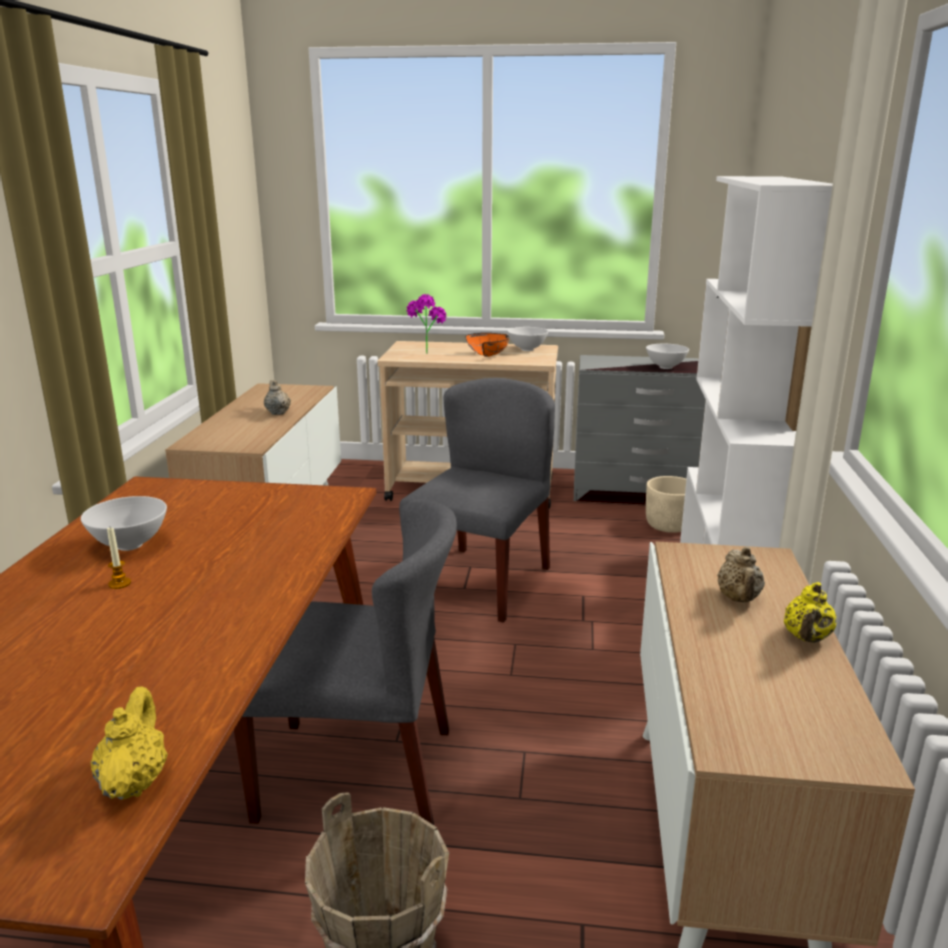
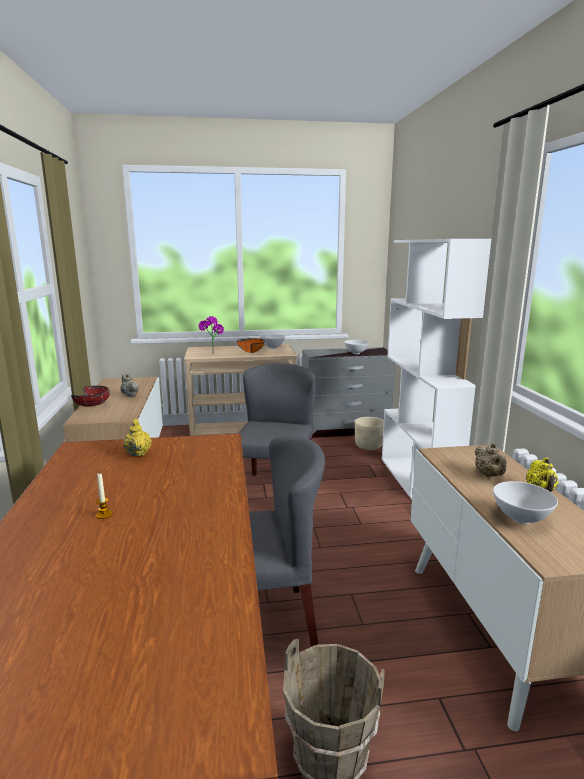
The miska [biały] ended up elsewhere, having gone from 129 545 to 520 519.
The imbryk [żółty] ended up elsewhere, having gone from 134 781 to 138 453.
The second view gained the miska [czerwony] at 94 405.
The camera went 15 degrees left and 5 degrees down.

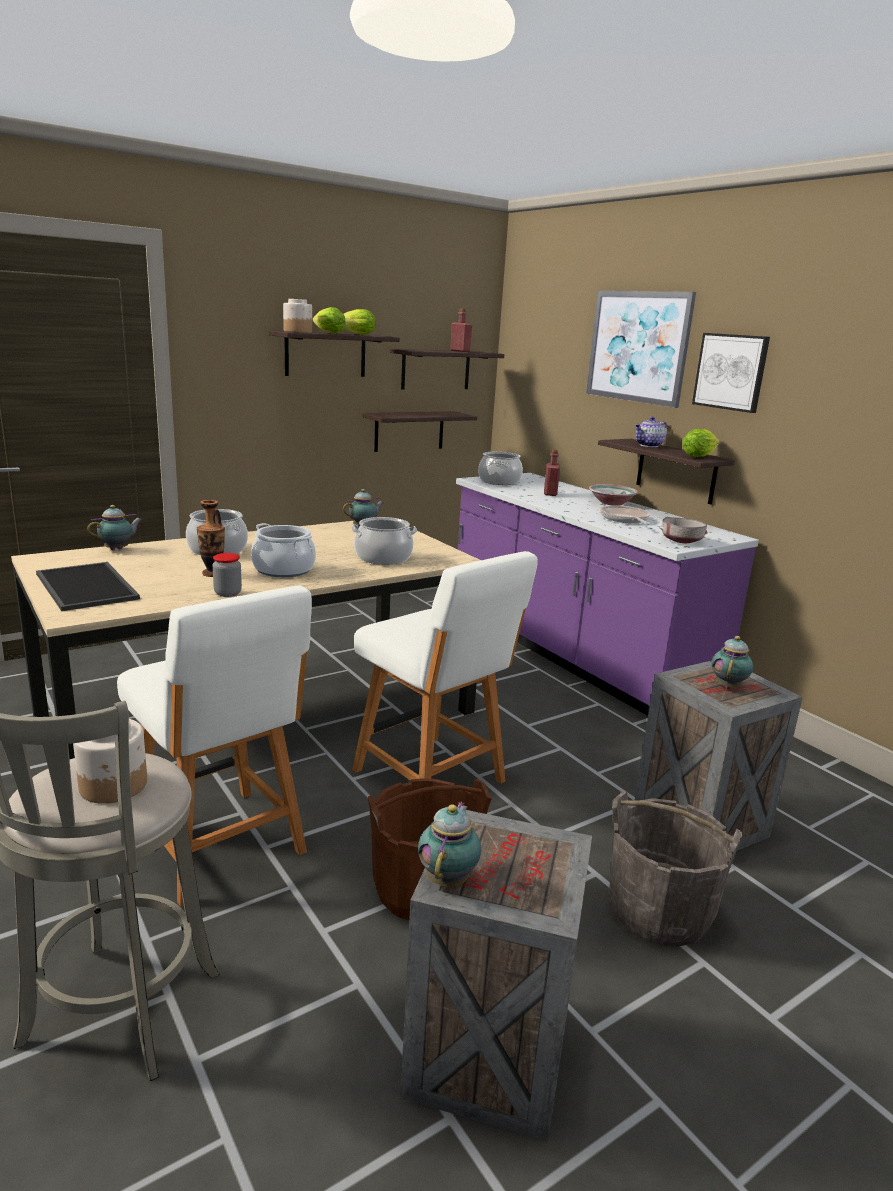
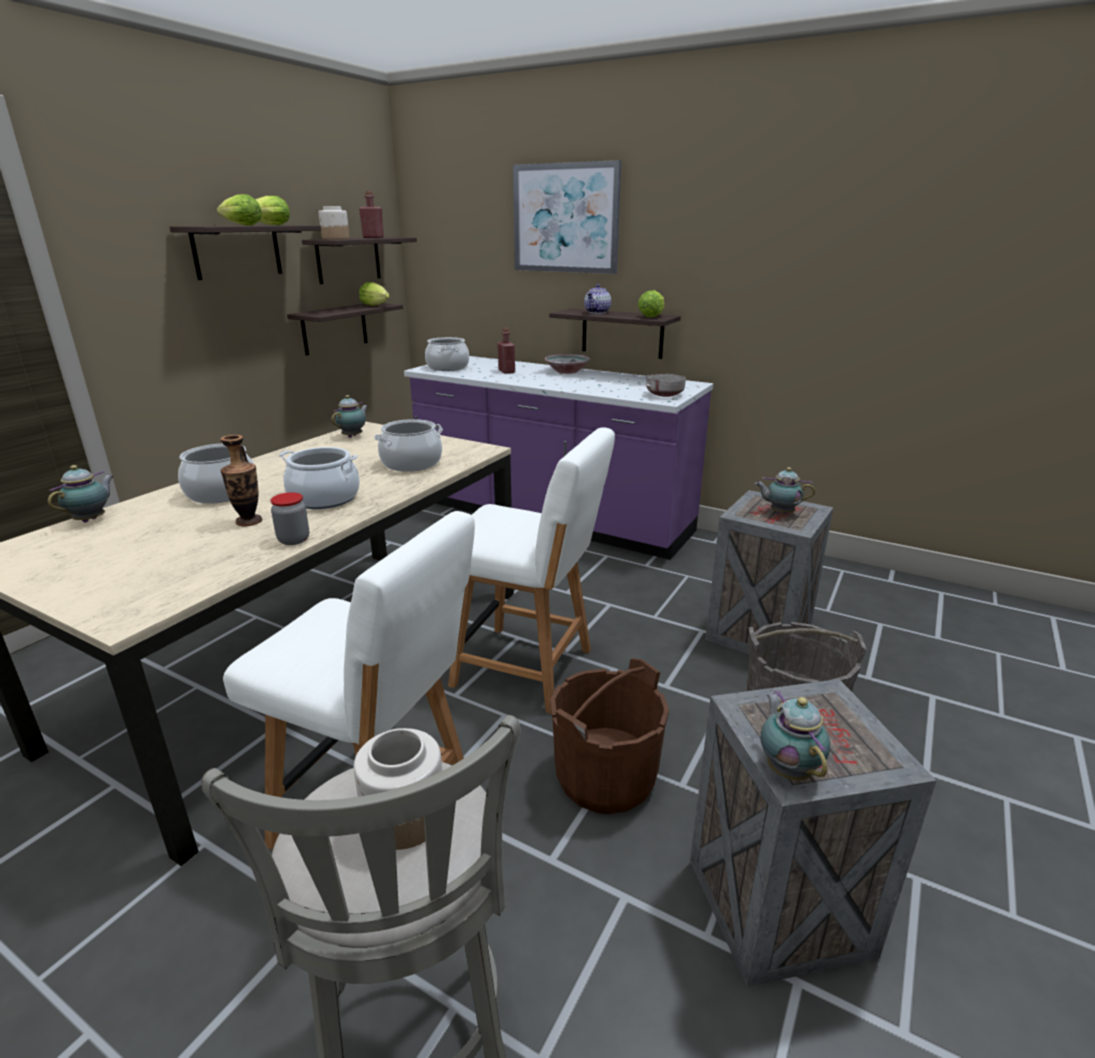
The słoik ended up elsewhere, having gone from 297 332 to 335 238.
The second view lost the obraz at 731 372.
The second view lost the patelnia at 625 519.
The second view lost the taca at 84 586.
The imbryk at 728 686 ended up facing another way, 75 degrees counterclockwise from before.
The second view gained the sałata at 376 306.
The camera went 25 degrees left and 5 degrees up.

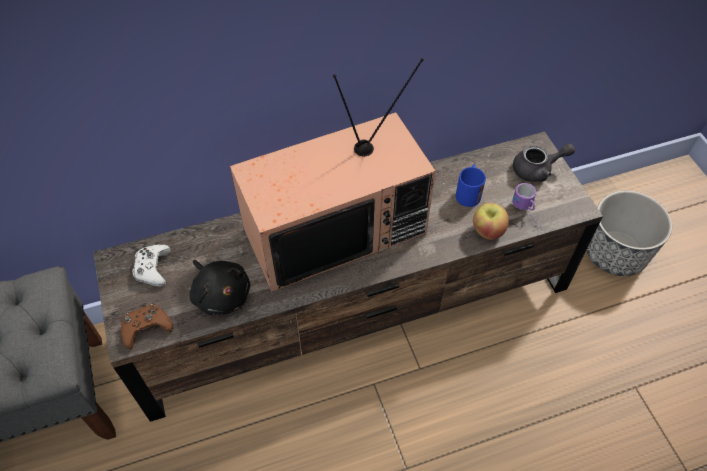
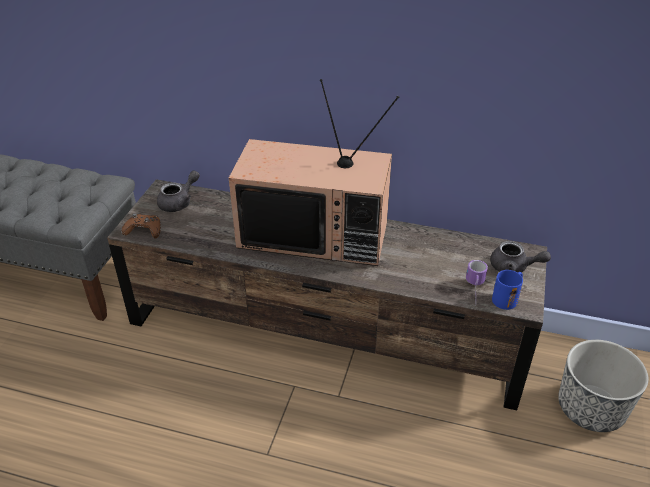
The kubek [niebieski] ended up elsewhere, having gone from 468 192 to 507 298.
The second view lost the jabłko at 487 231.
Where the pad do gier [biały] stood at 153 268, the imbryk [szary] came to stand at 179 202.
The second view lost the pluszak [czarny] at 221 294.
The camera went 35 degrees right and 15 degrees down.

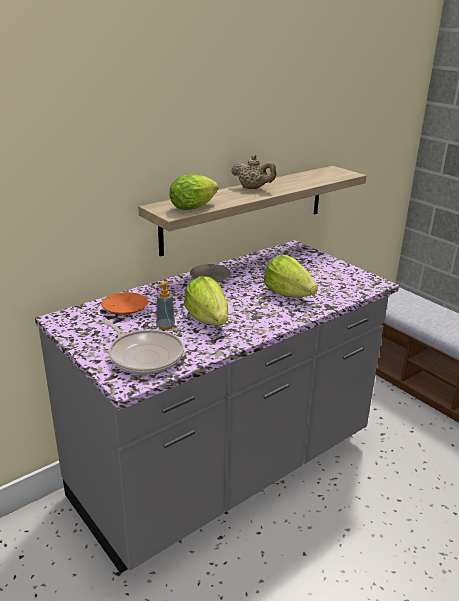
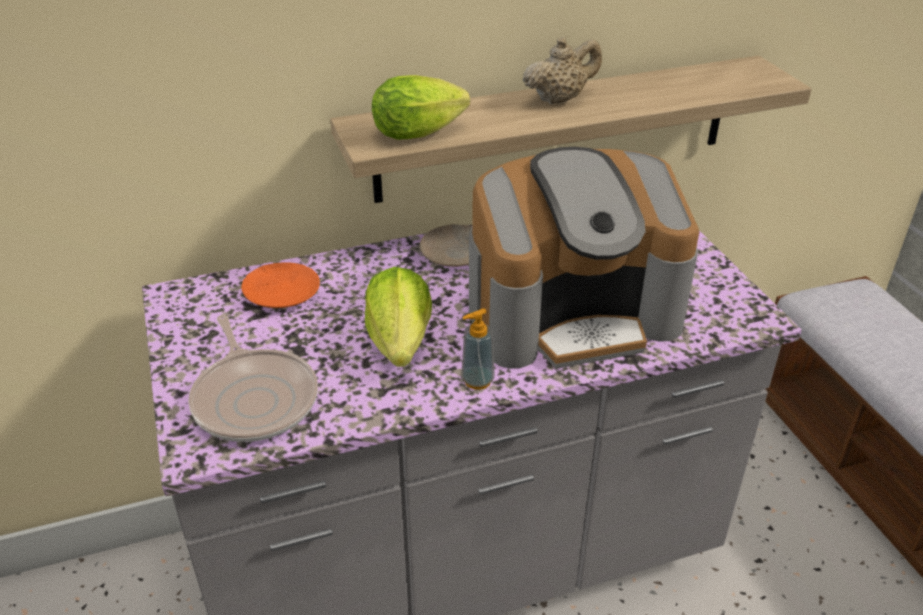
The imbryk [beżowy] at 253 188 ended up facing another way, 75 degrees counterclockwise from before.
Where the sałata stood at 288 294, the ekspres do kawy came to stand at 572 312.
The dozownik mydła ended up elsewhere, having gone from 165 326 to 477 380.
The camera went 20 degrees right and 10 degrees up.

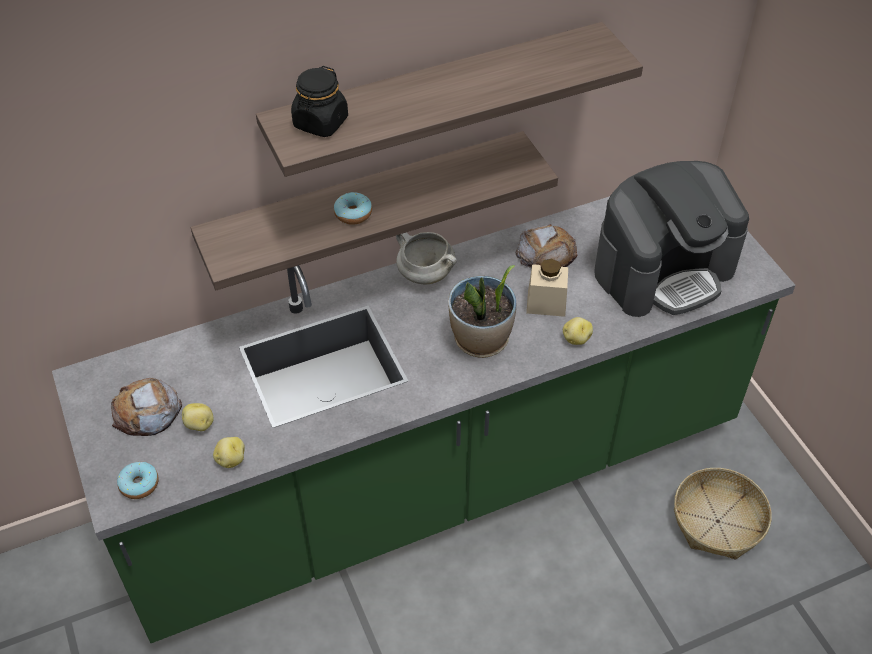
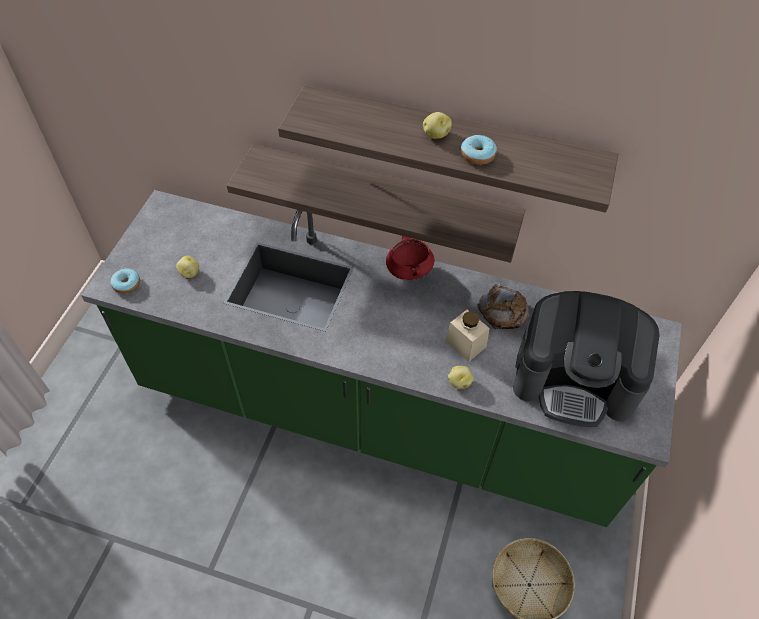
The second view lost the słoik [czarny] at 320 123.
The donut ended up elsewhere, having gone from 353 214 to 477 155.
What was the garnek [biały] at 424 274 turned into the garnek [czerwony] at 408 271.
The second view lost the roślina doniczkowa at 481 340.
The second view lost the chleb at 146 412.
The ziemniak ended up elsewhere, having gone from 230 459 to 435 134.
The camera went 40 degrees right and 5 degrees up.

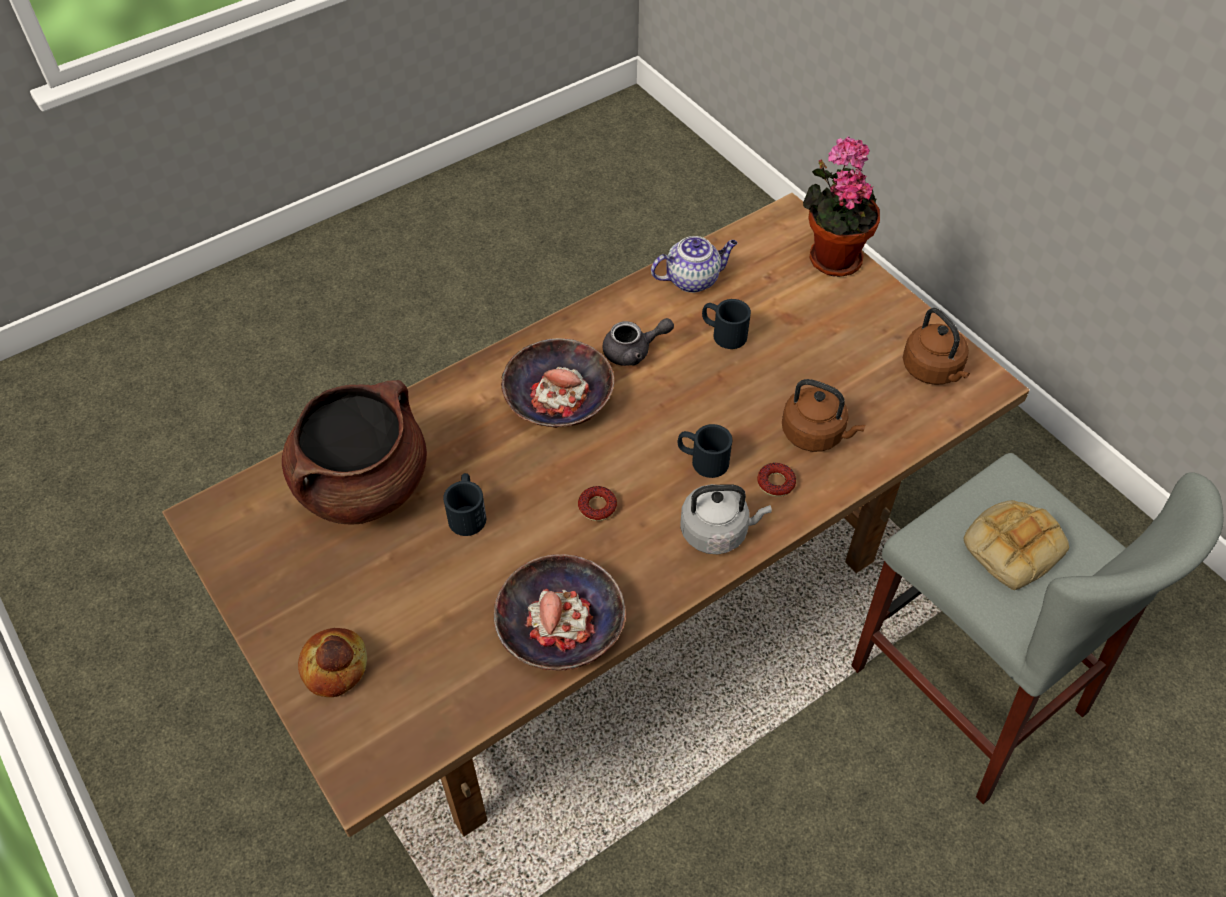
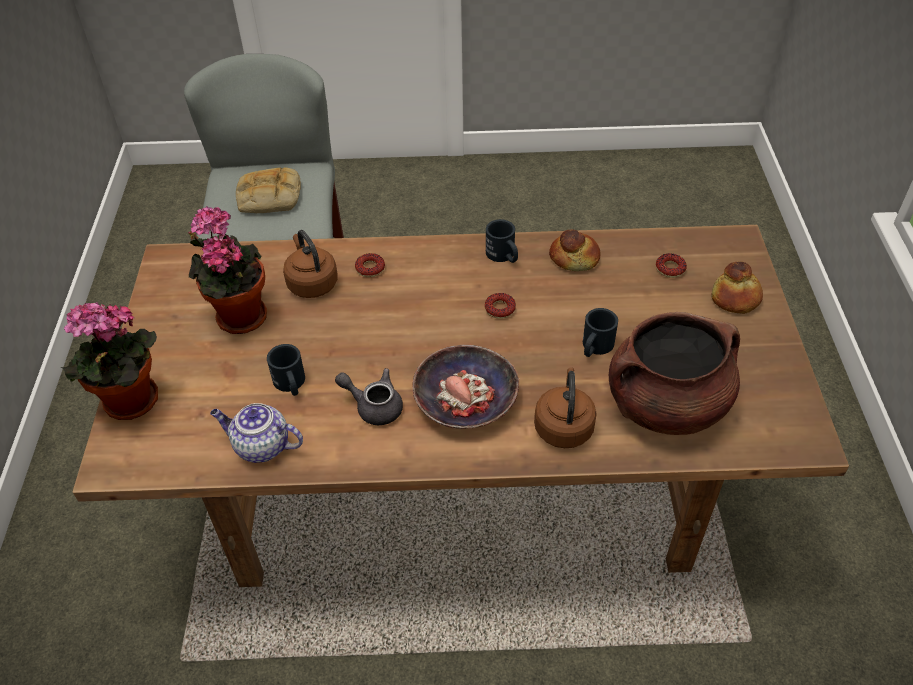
The czajnik [brązowy] ended up elsewhere, having gone from 933 370 to 563 426.
The kubek [czarny] ended up elsewhere, having gone from 702 460 to 503 256.
The second view lost the czajnik [szary] at 717 531.
Where the miska stood at 561 624, the chleb came to stand at 574 257.
The second view gained the roślina doniczkowa at 238 314.
The second view gained the donut at 670 268.
The camera went 145 degrees left and 5 degrees down.

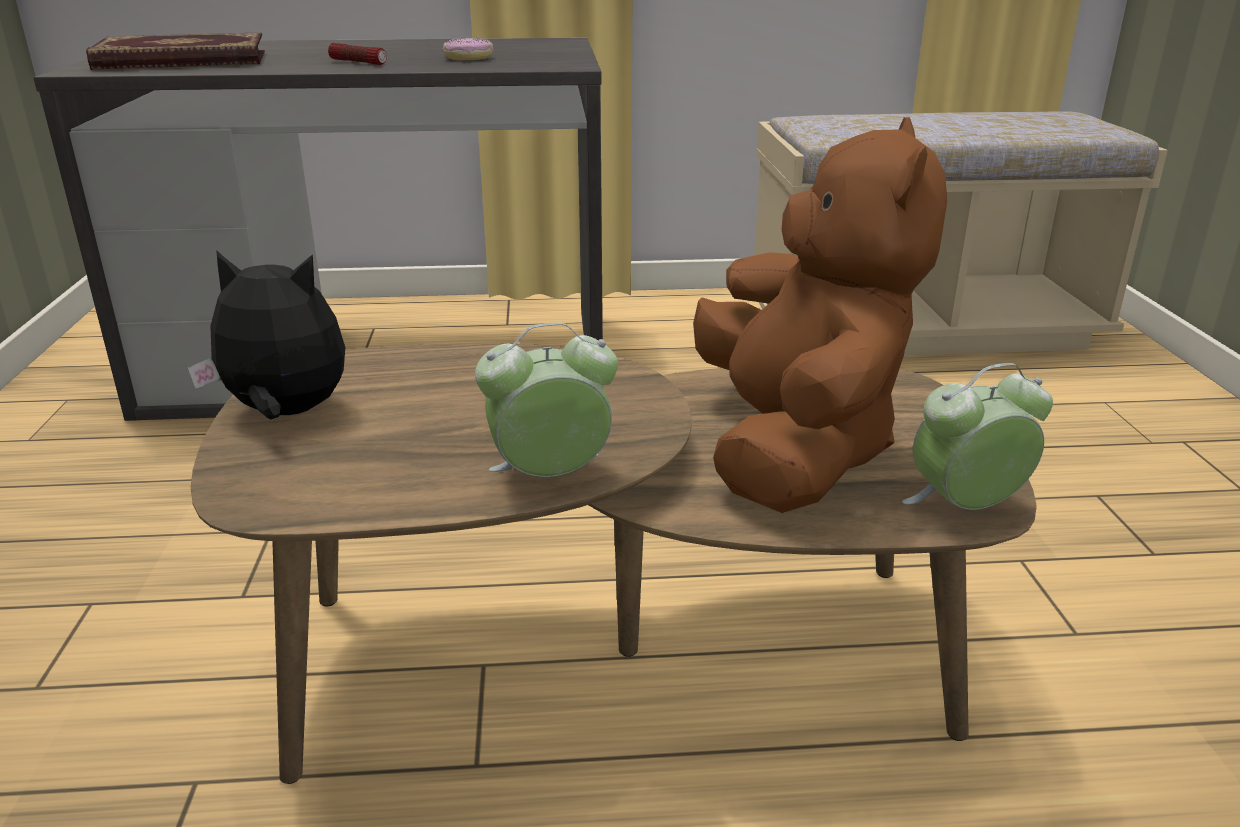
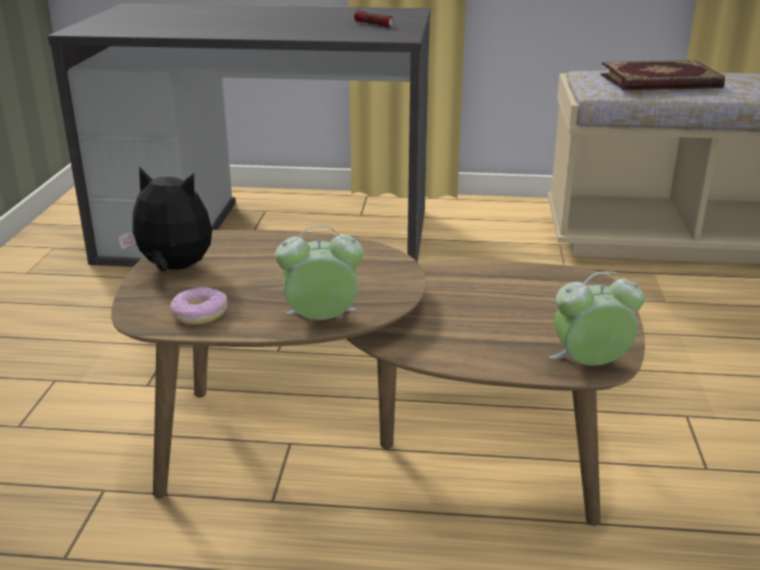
The książka ended up elsewhere, having gone from 183 61 to 660 82.
The donut ended up elsewhere, having gone from 468 58 to 199 314.
The latarka ended up elsewhere, having gone from 358 62 to 374 24.
The second view lost the pluszak [brązowy] at 793 449.
The camera went 10 degrees right and 0 degrees up.

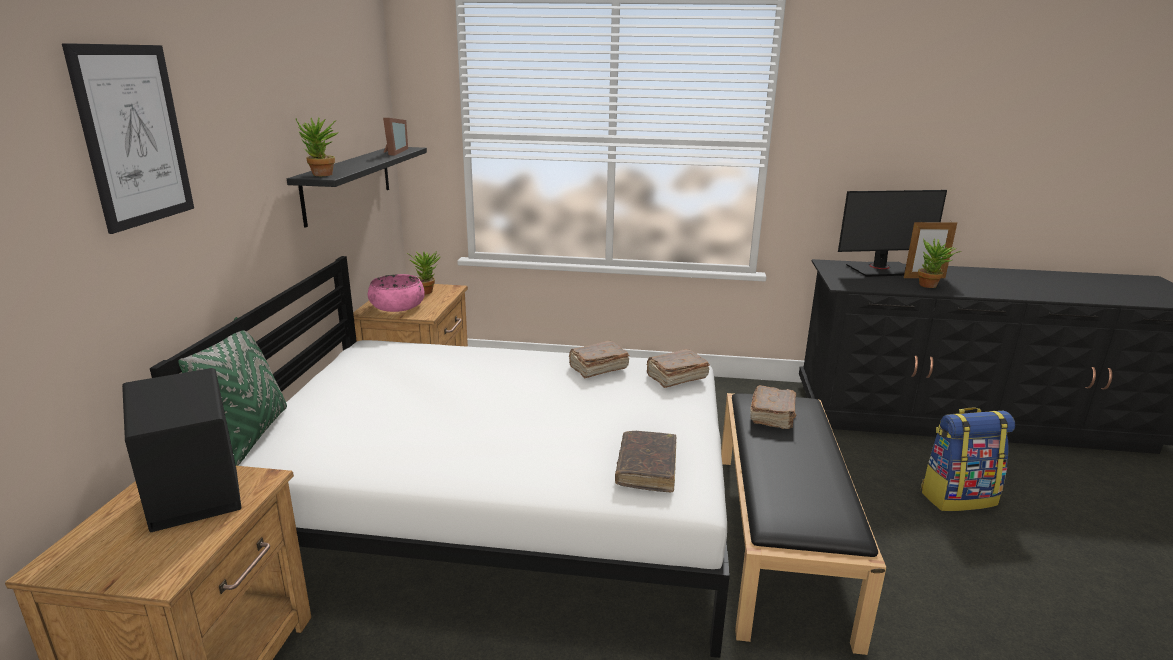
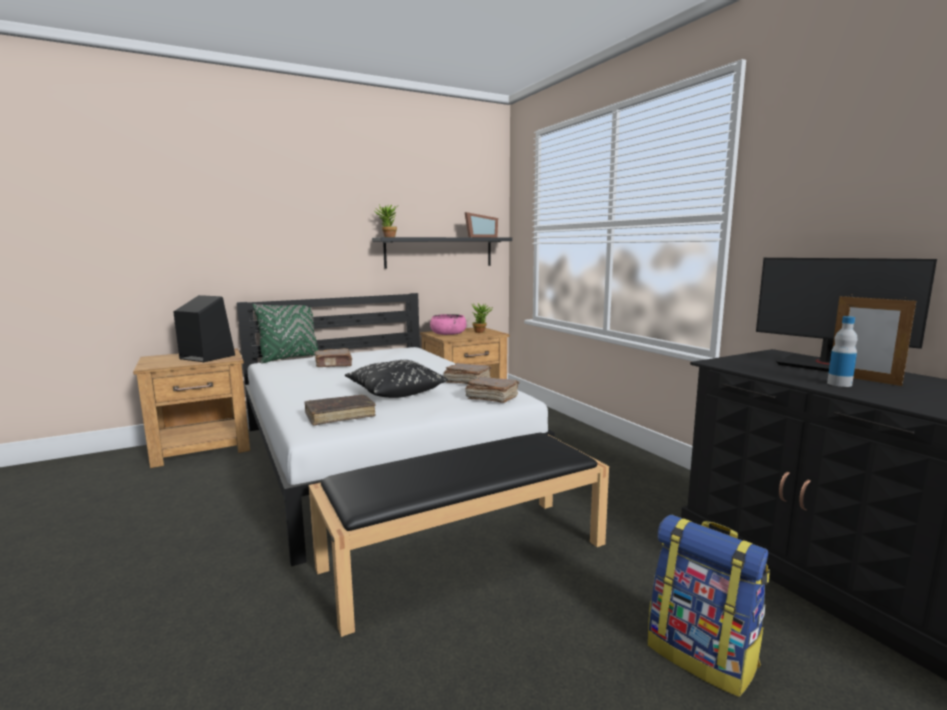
The second view lost the obraz at 134 136.
Where the roślina doniczkowa stood at 931 286, the butelka came to stand at 839 384.
The książka [brązowy] ended up elsewhere, having gone from 773 416 to 334 365.
The second view gained the poduszka [czarny] at 395 392.
The camera went 55 degrees right and 10 degrees down.

